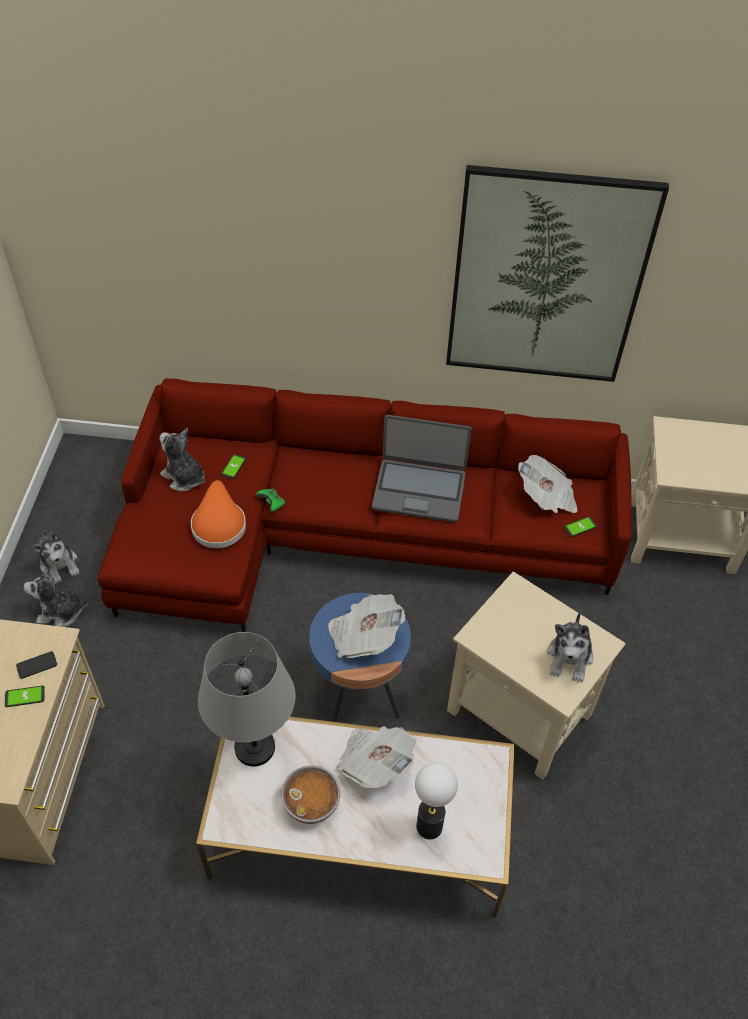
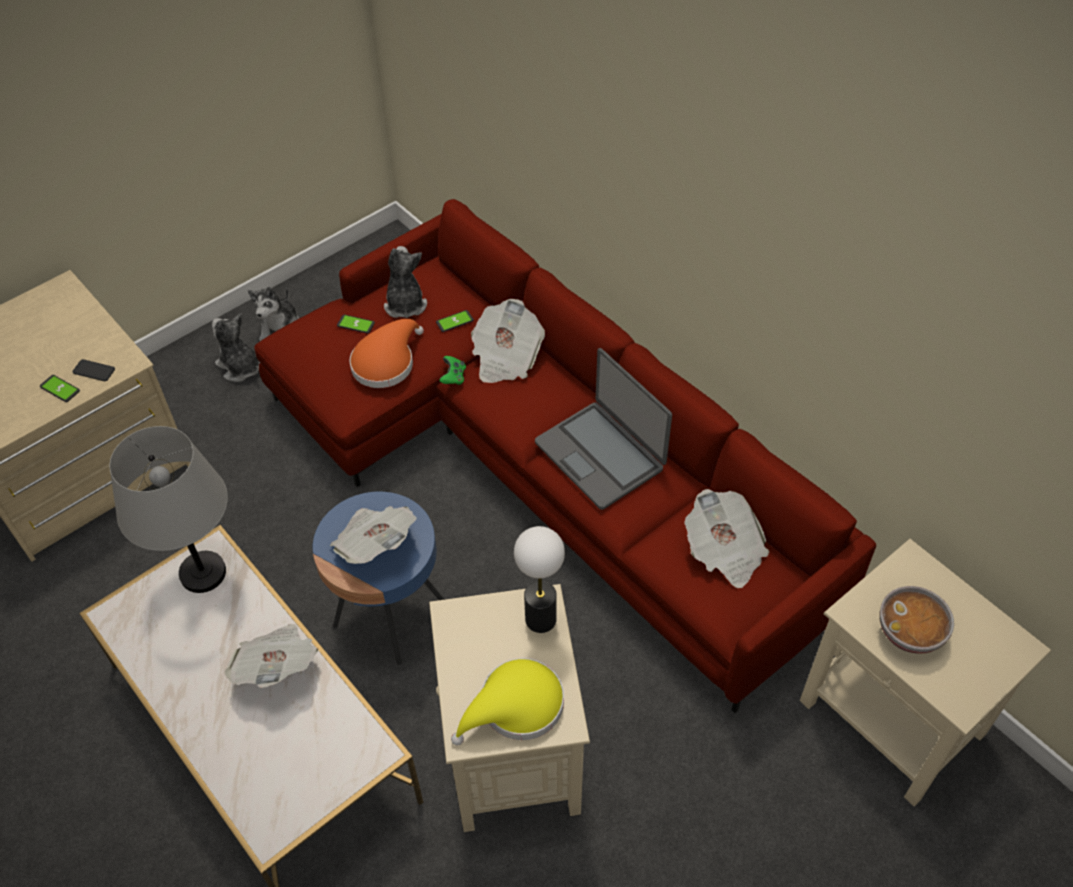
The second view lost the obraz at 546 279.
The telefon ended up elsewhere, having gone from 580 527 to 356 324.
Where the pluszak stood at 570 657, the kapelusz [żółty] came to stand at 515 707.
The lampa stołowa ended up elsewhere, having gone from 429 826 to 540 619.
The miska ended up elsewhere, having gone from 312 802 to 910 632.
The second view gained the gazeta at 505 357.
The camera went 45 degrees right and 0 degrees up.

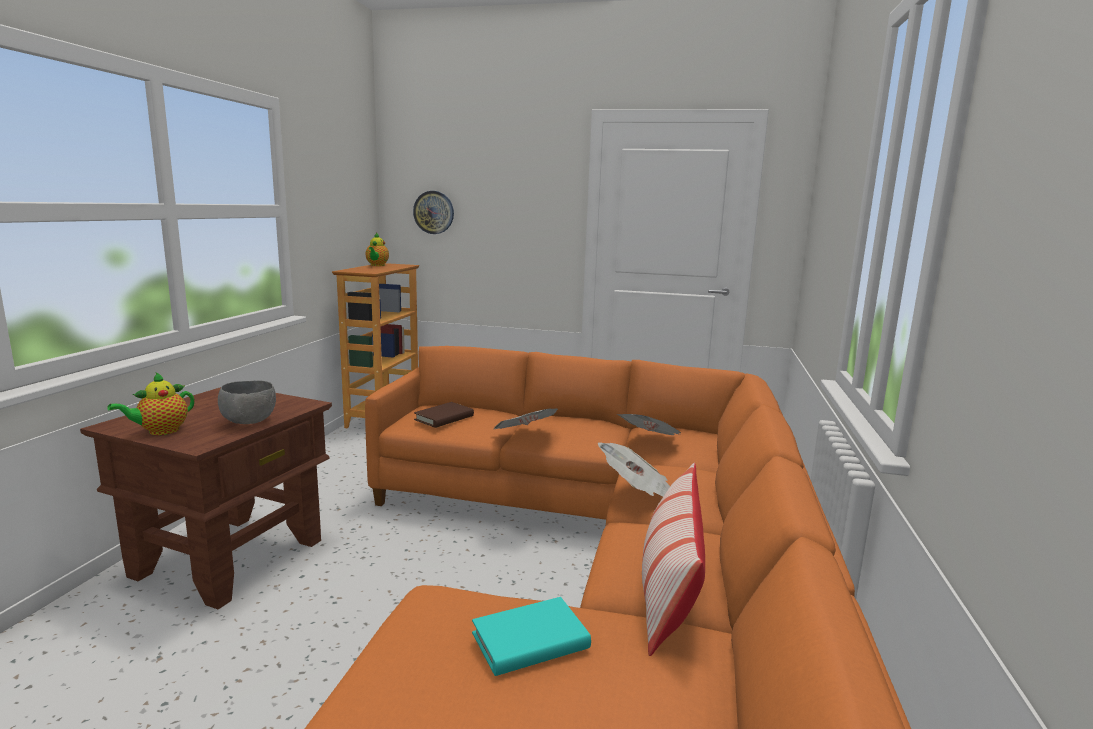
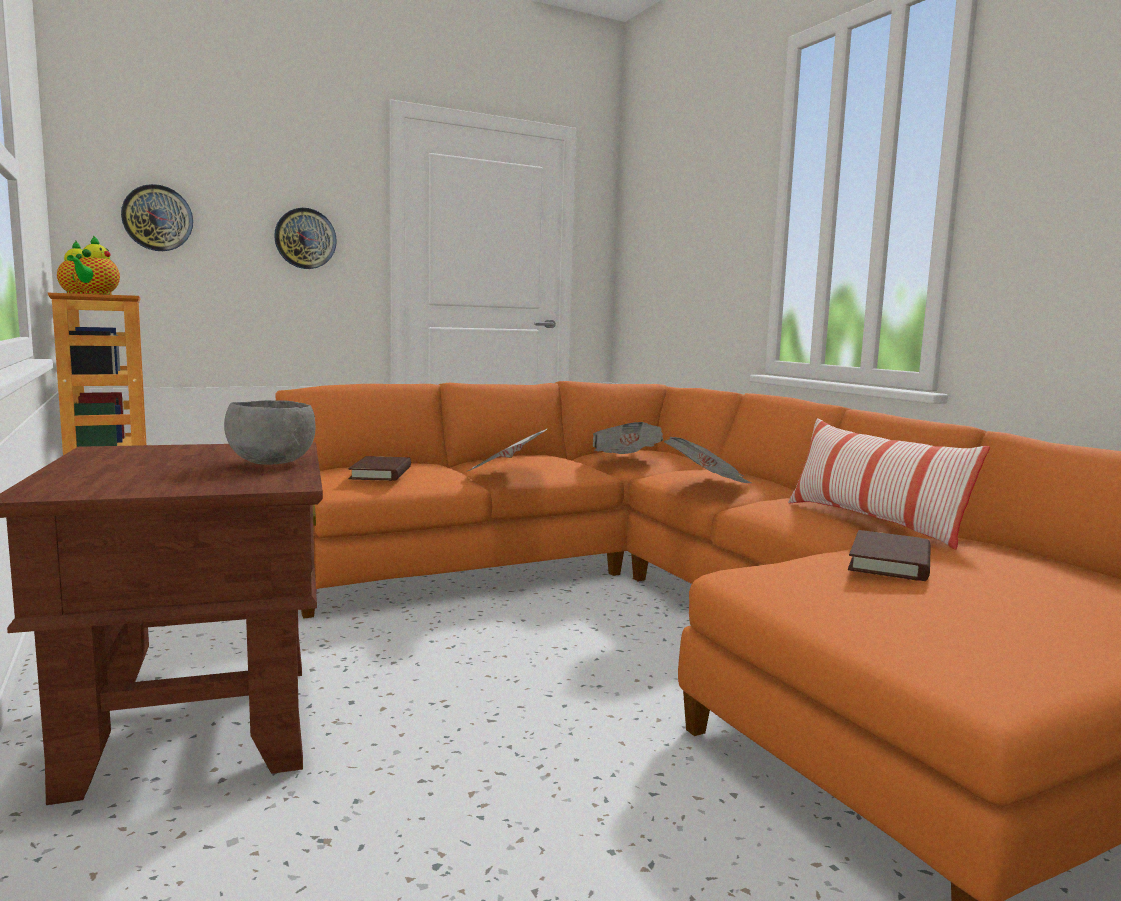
The imbryk ended up elsewhere, having gone from 160 431 to 96 294.
What was the książka [turkusowy] at 530 641 turned into the książka [brązowy] at 890 562.
The second view gained the zegar ścienny at 305 238.
The camera went 40 degrees left and 5 degrees down.

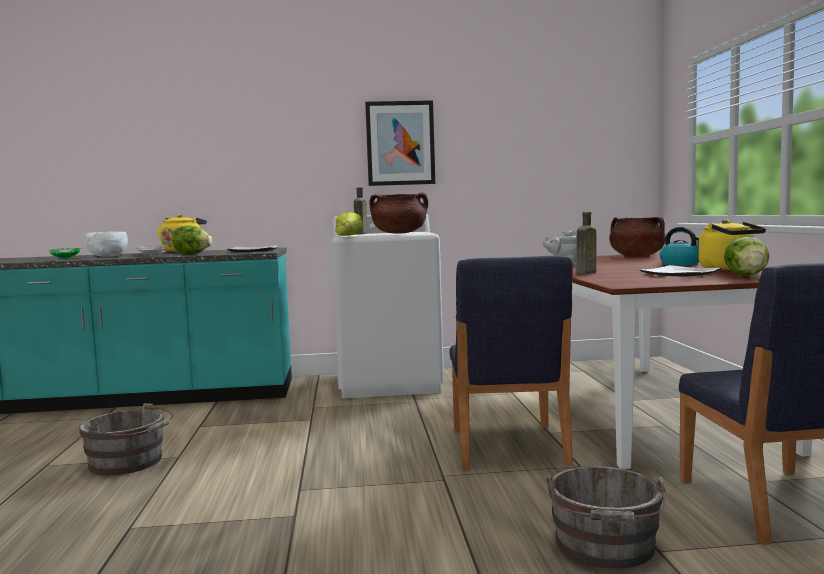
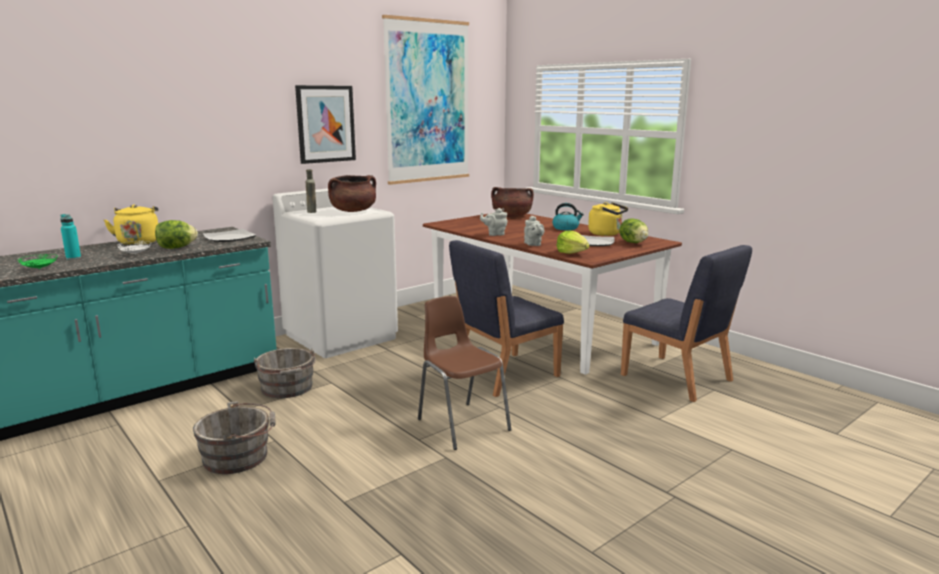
The sałata ended up elsewhere, having gone from 349 235 to 572 253.
Where the butelka [brązowy] stood at 585 273, the imbryk [szary] came to stand at 533 244.
Where the miska [biały] stood at 107 256, the butelka [turkusowy] came to stand at 73 258.
The krzesło [niebieski] at 507 447 ended up facing another way, 90 degrees clockwise from before.
The wiadro [szary] ended up elsewhere, having gone from 605 547 to 287 389.
The second view gained the obraz at 427 102.
The second view gained the krzesło [brązowy] at 461 424.
The camera went 35 degrees left and 10 degrees up.

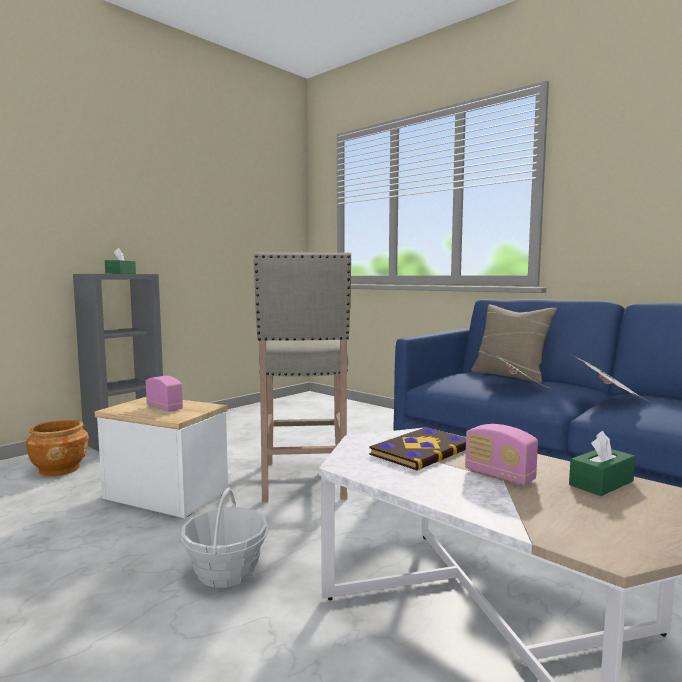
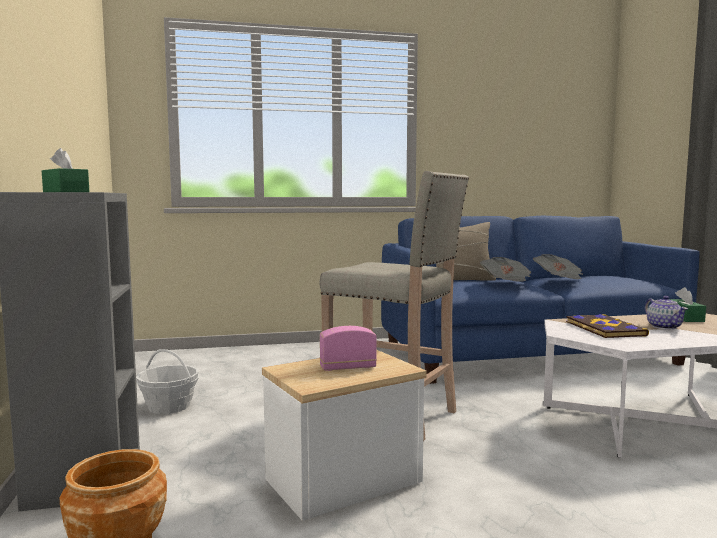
Where the radio stood at 499 475, the imbryk came to stand at 664 327.
The koszyk ended up elsewhere, having gone from 226 571 to 169 406.
The camera went 55 degrees left and 0 degrees up.

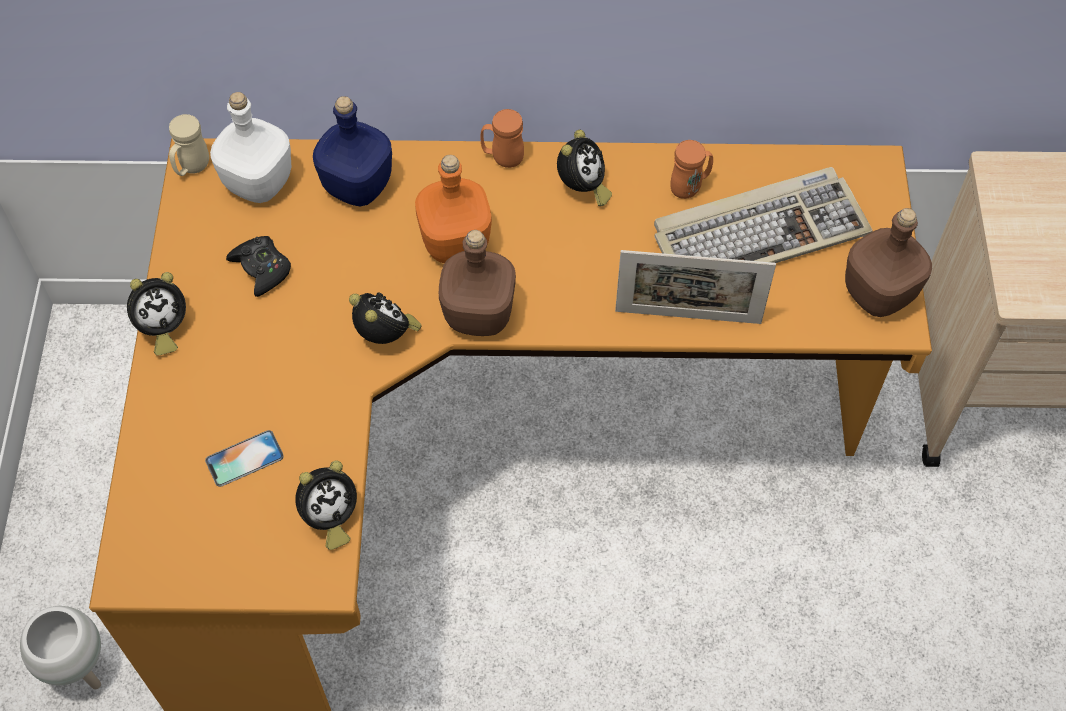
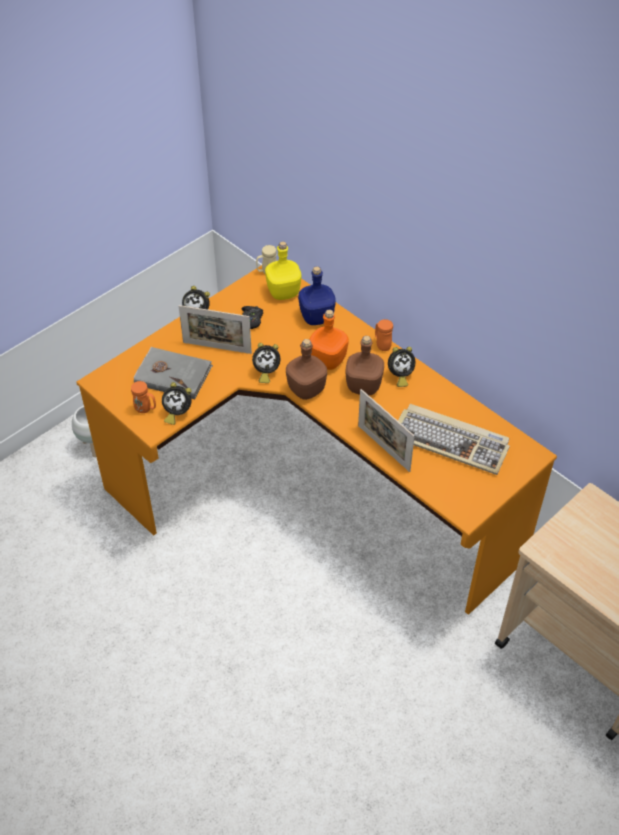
What was the butelka [biały] at 260 183 turned into the butelka [żółty] at 284 293.
The kubek [pomarańczowy] ended up elsewhere, having gone from 690 187 to 145 409.
The butelka [brązowy] ended up elsewhere, having gone from 877 295 to 363 386.
The budzik at 386 336 ended up facing another way, 75 degrees clockwise from before.
Where the telefon stood at 244 458, the książka [szary] came to stand at 173 374.
The second view gained the ramka na zdjęcie at 217 348.
The camera went 45 degrees right and 10 degrees down.

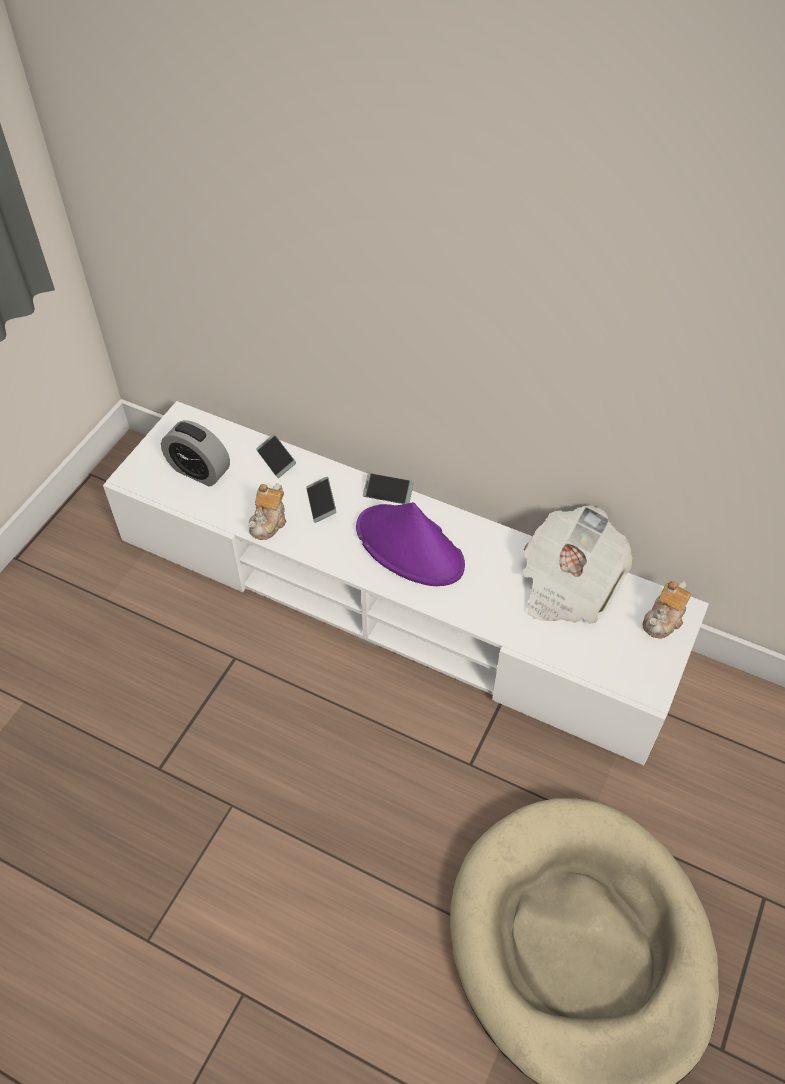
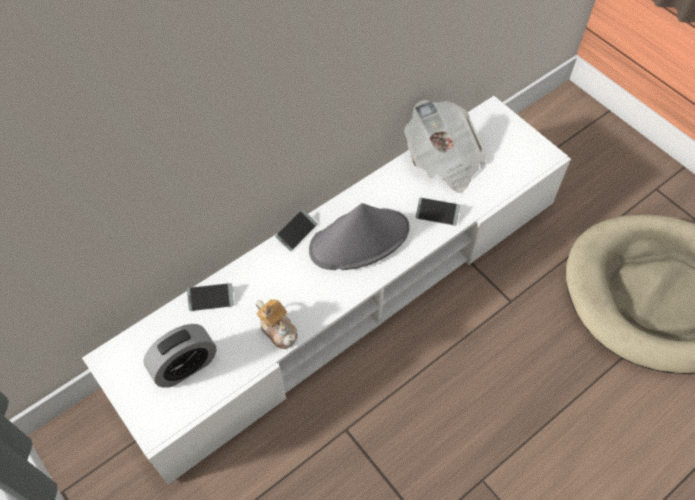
The telefon ended up elsewhere, having gone from 321 503 to 437 214.
What was the kapelusz [fioletowy] at 410 547 turned into the kapelusz [szary] at 360 239.
The second view lost the imbryk at 664 619.
The camera went 65 degrees left and 5 degrees up.

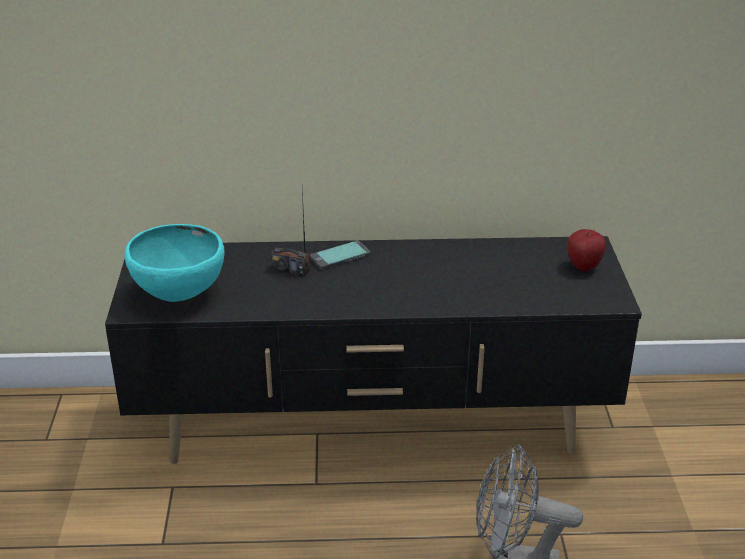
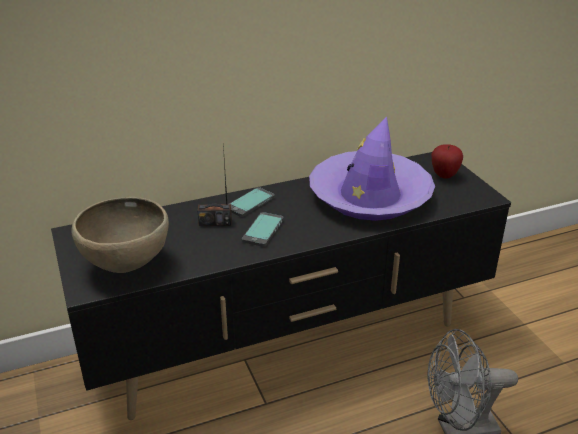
What was the miska [turkusowy] at 179 296 turned into the miska [brązowy] at 127 265.
The second view gained the kapelusz [fioletowy] at 370 196.
The second view gained the telefon at 263 230.
The camera went 20 degrees left and 0 degrees up.

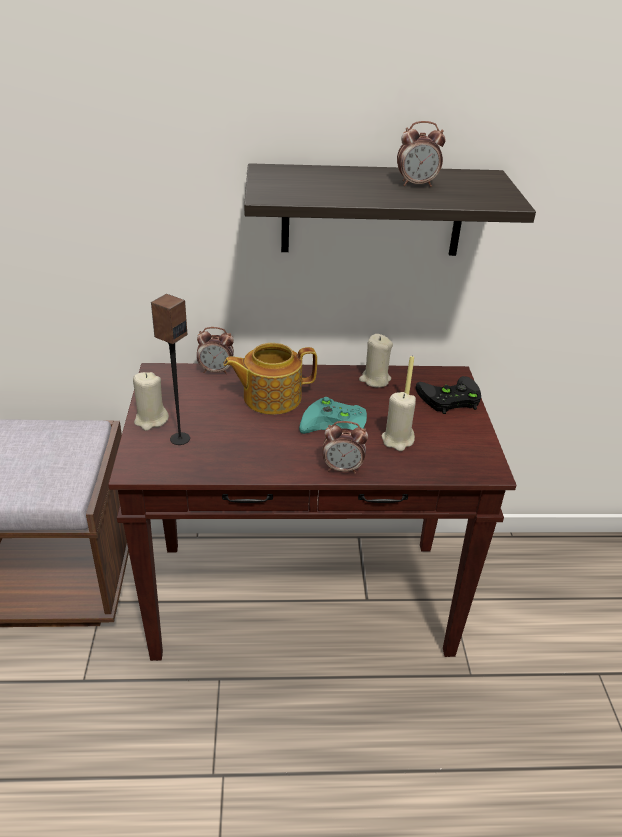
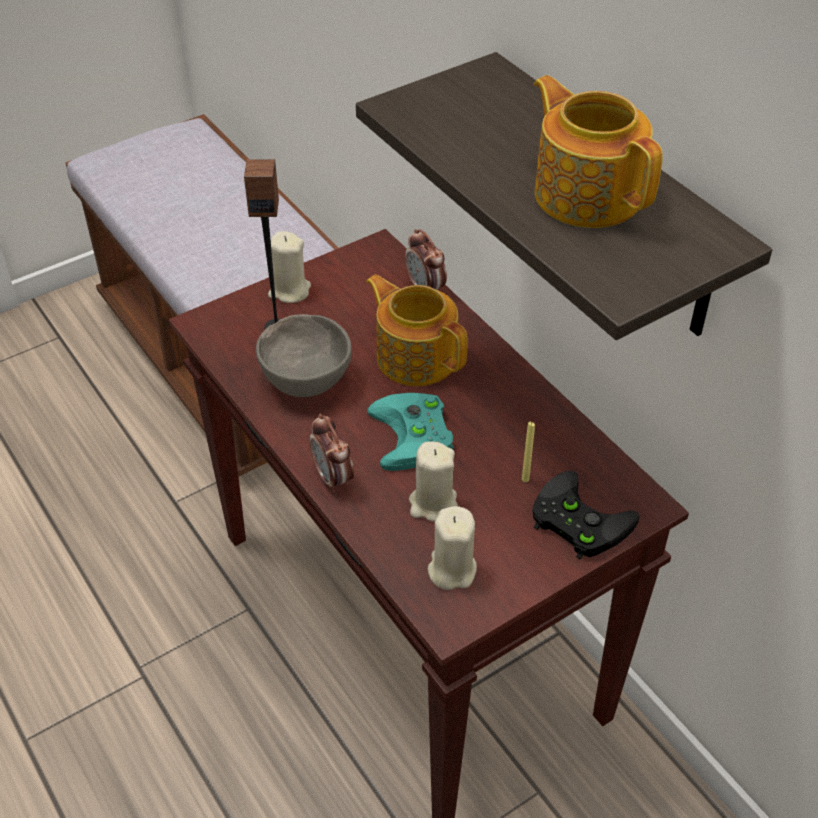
Where the budzik stood at 416 184, the imbryk came to stand at 587 193.
The świeca [beżowy] ended up elsewhere, having gone from 375 379 to 451 569.
The second view gained the miska [szary] at 307 380.
The camera went 60 degrees right and 10 degrees up.

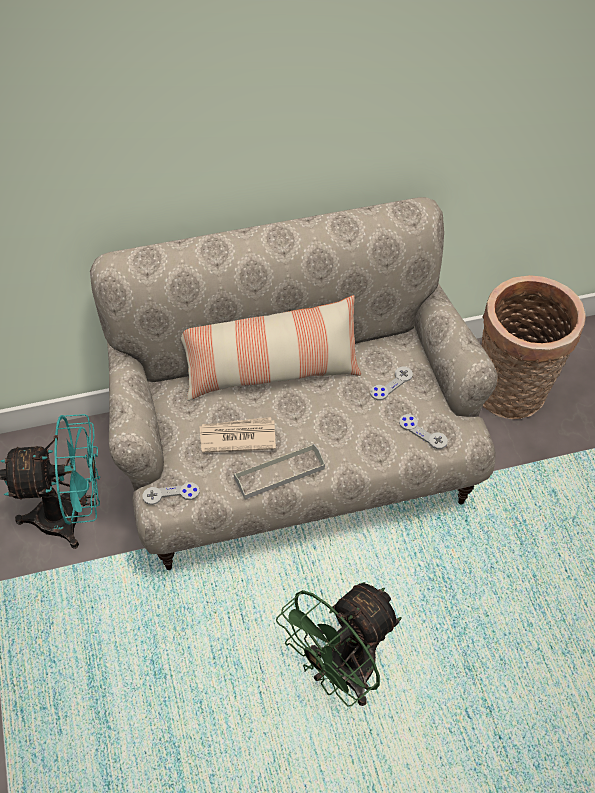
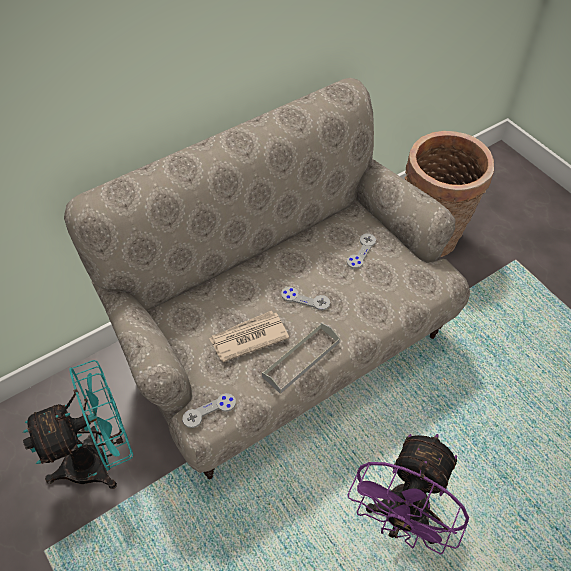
The second view lost the poduszka at 271 373.
The pad do gier [szary] ended up elsewhere, having gone from 423 432 to 305 299.
What was the wentylator [zielony] at 341 673 turned into the wentylator [fioletowy] at 401 520.
The camera went 20 degrees left and 0 degrees up.

